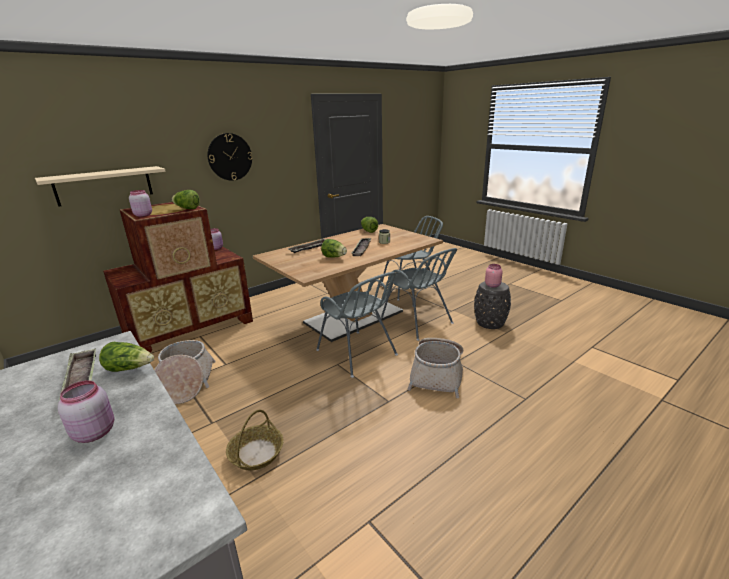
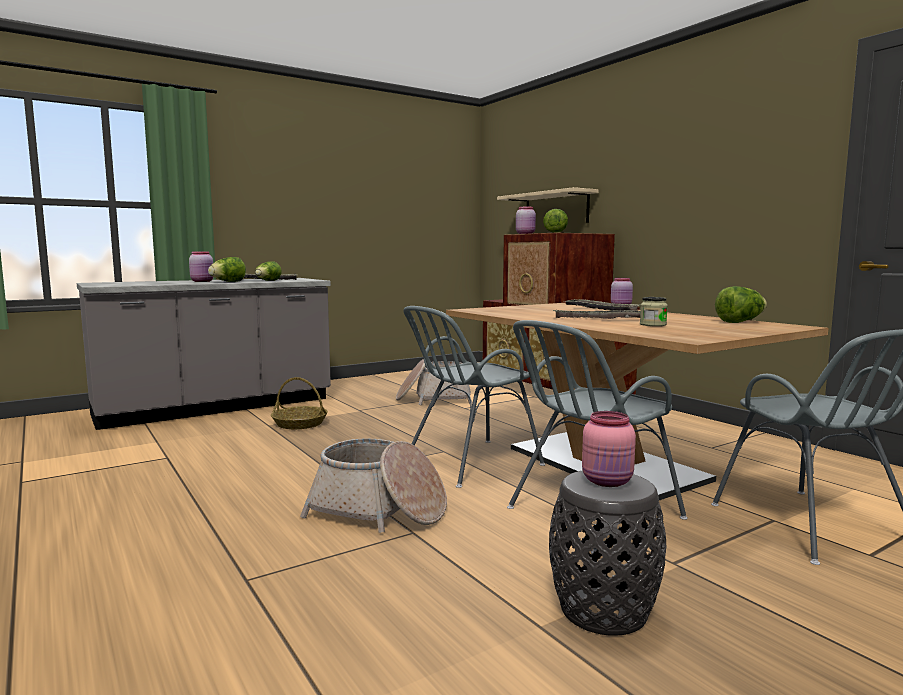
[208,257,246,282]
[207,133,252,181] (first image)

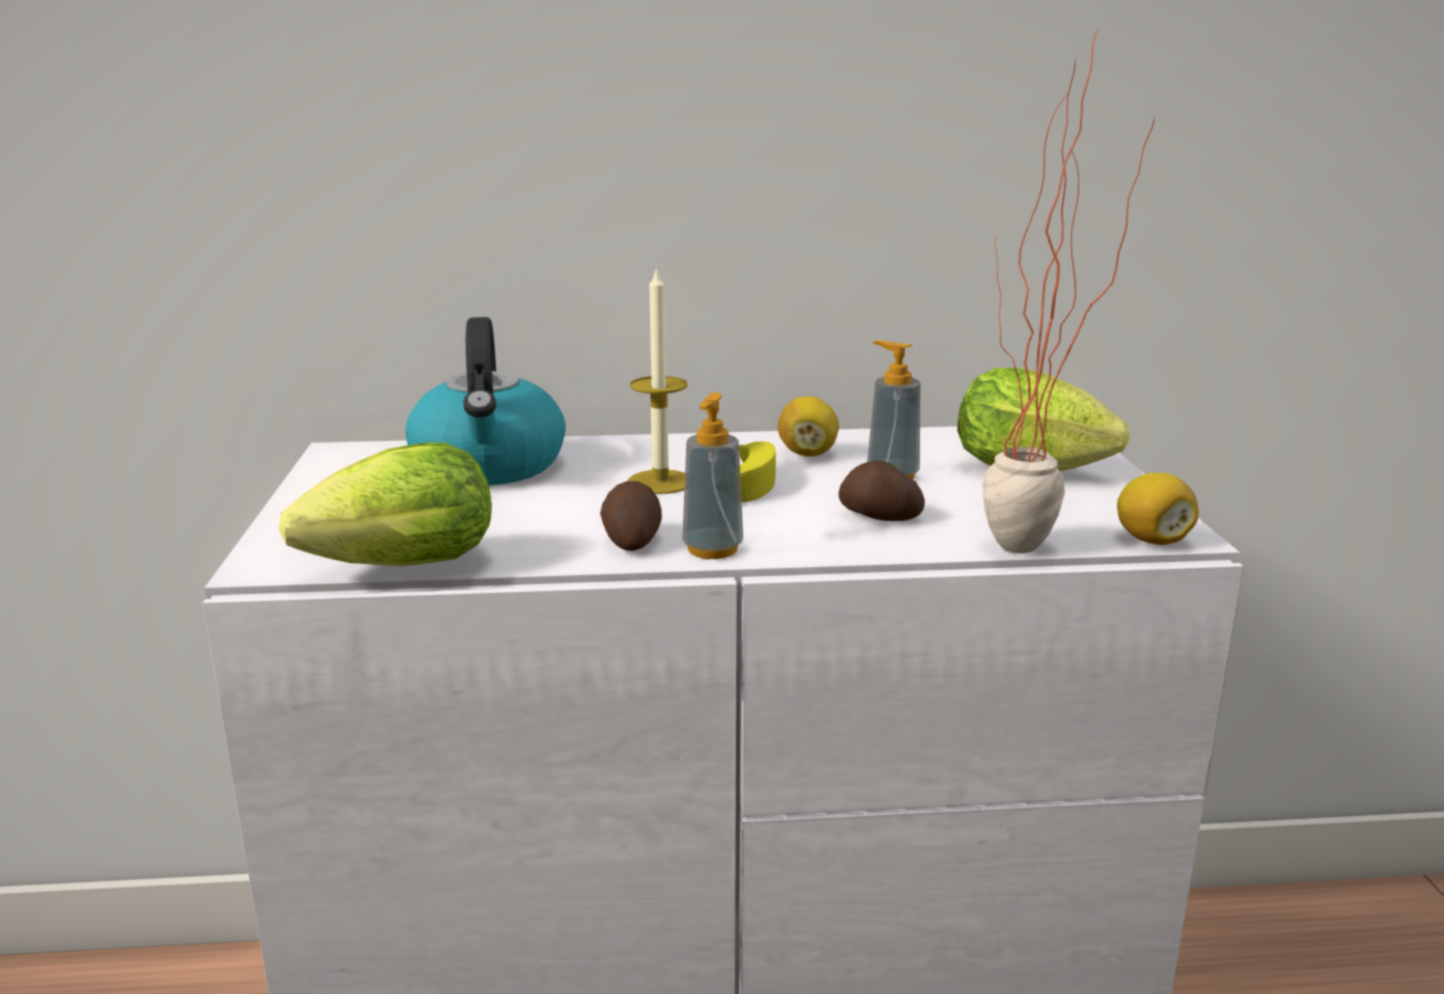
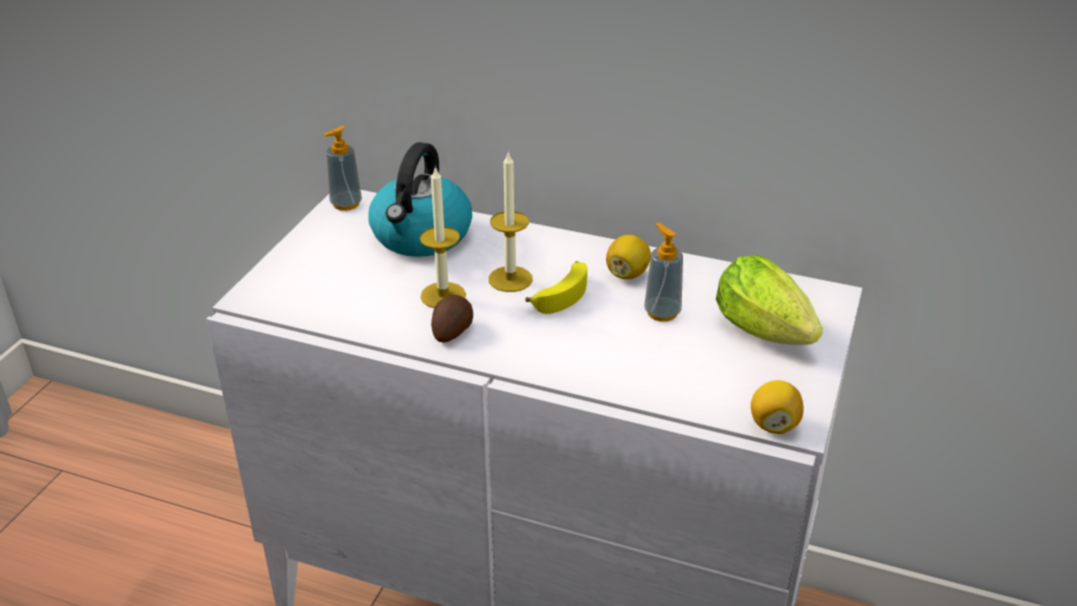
[324,126,362,211]
[420,166,466,308]
[279,443,492,566] (first image)
[838,460,925,521] (first image)
[983,29,1155,553] (first image)

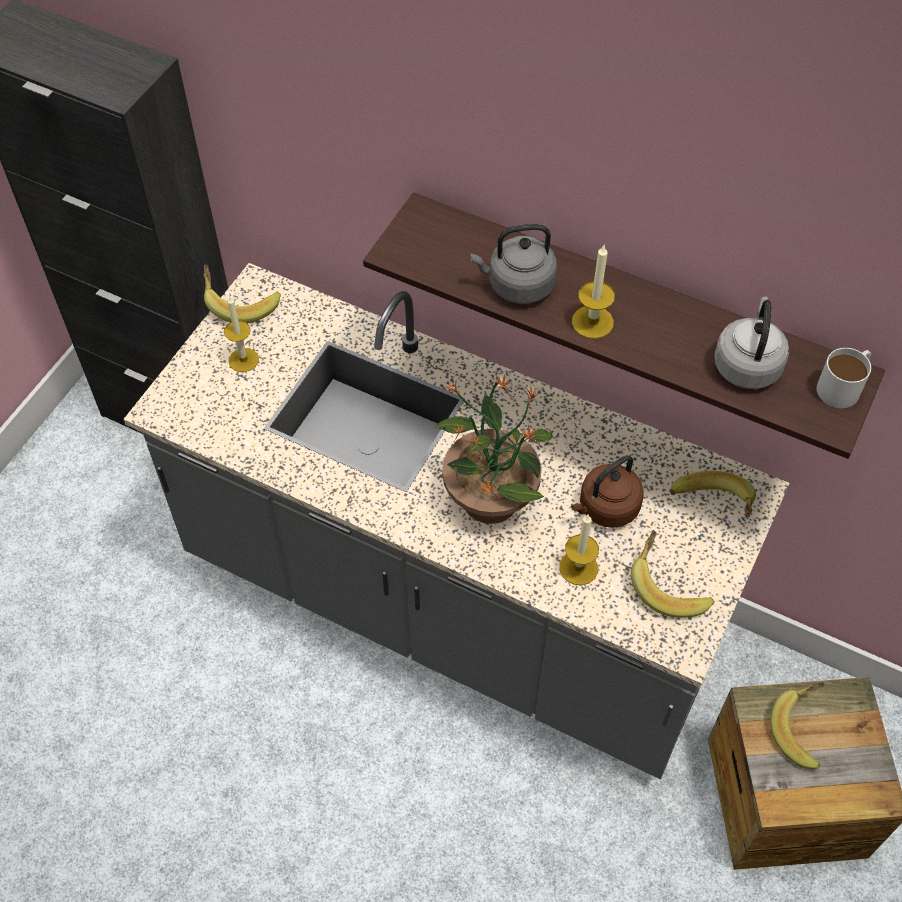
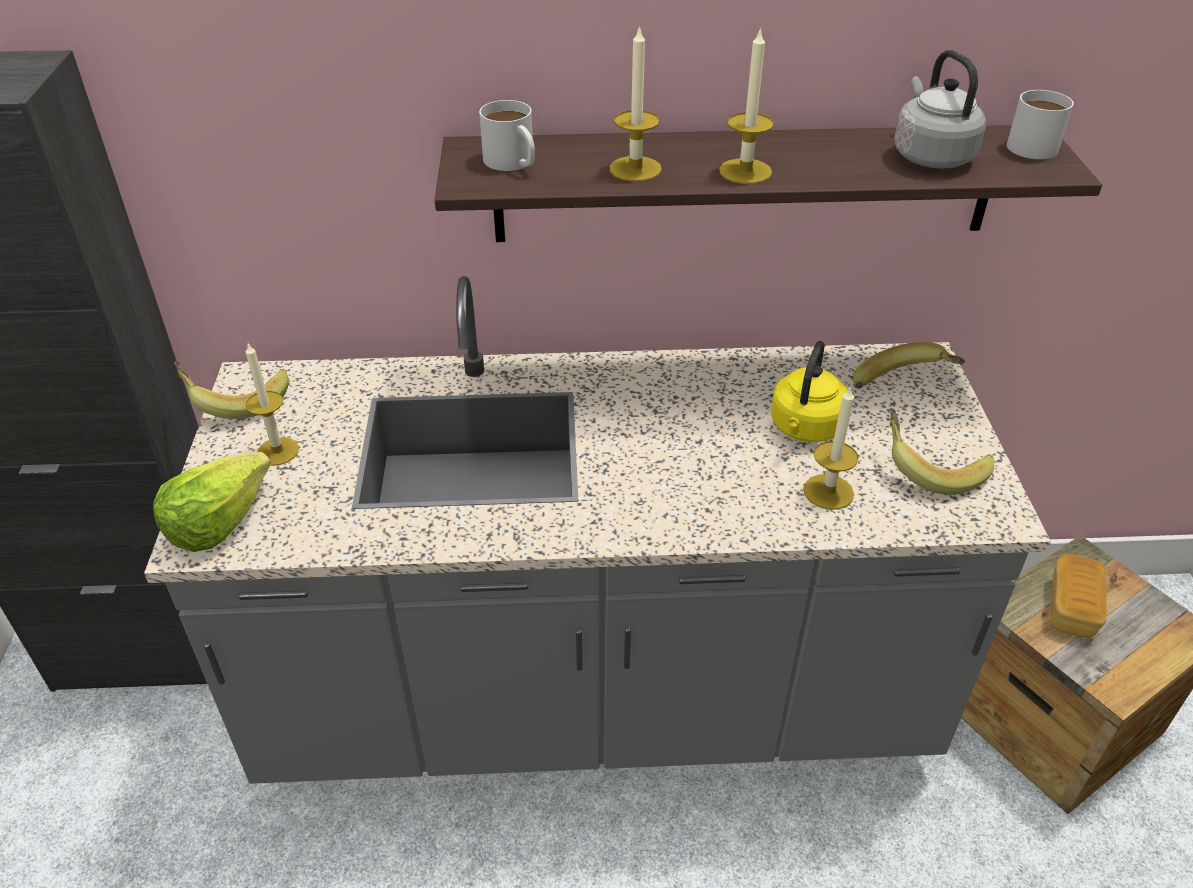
[153,452,271,552]
[479,100,535,171]
[610,25,662,181]
[771,341,848,442]
[1051,554,1107,638]
[434,375,553,524] (first image)

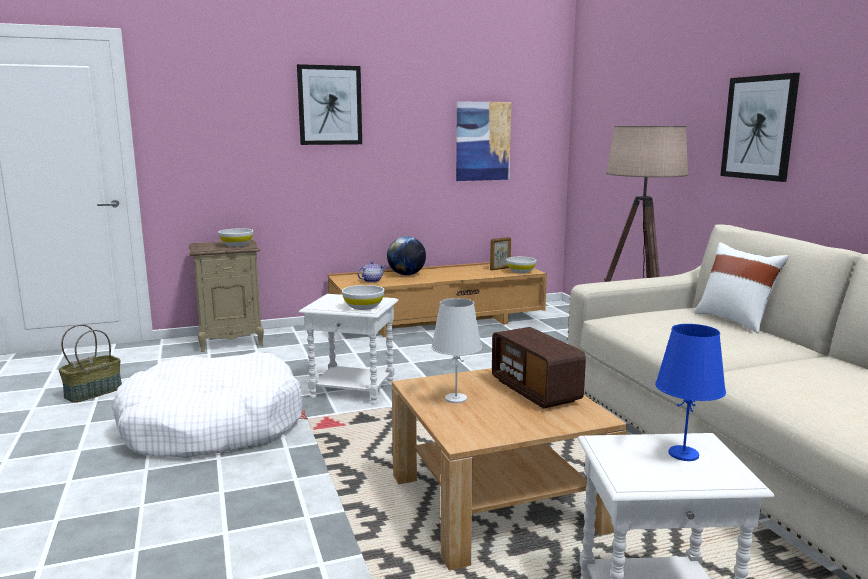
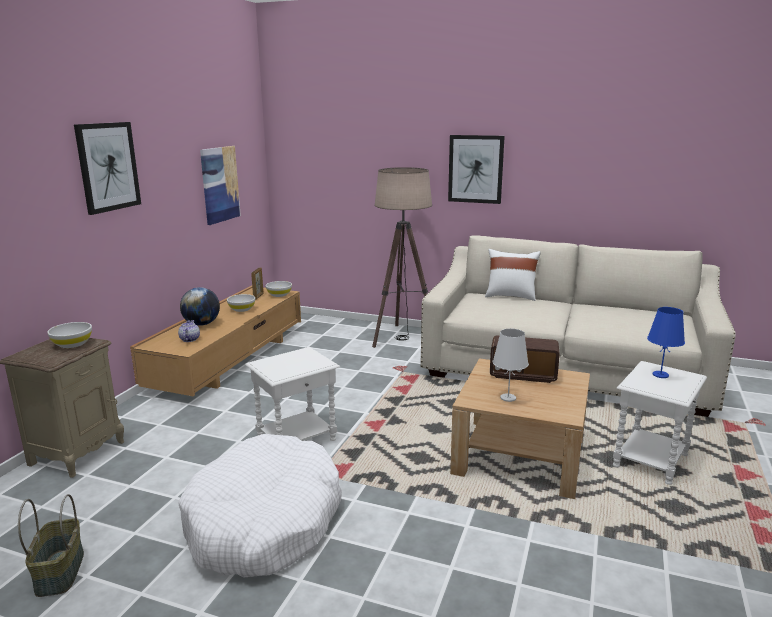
[227,294,255,312]

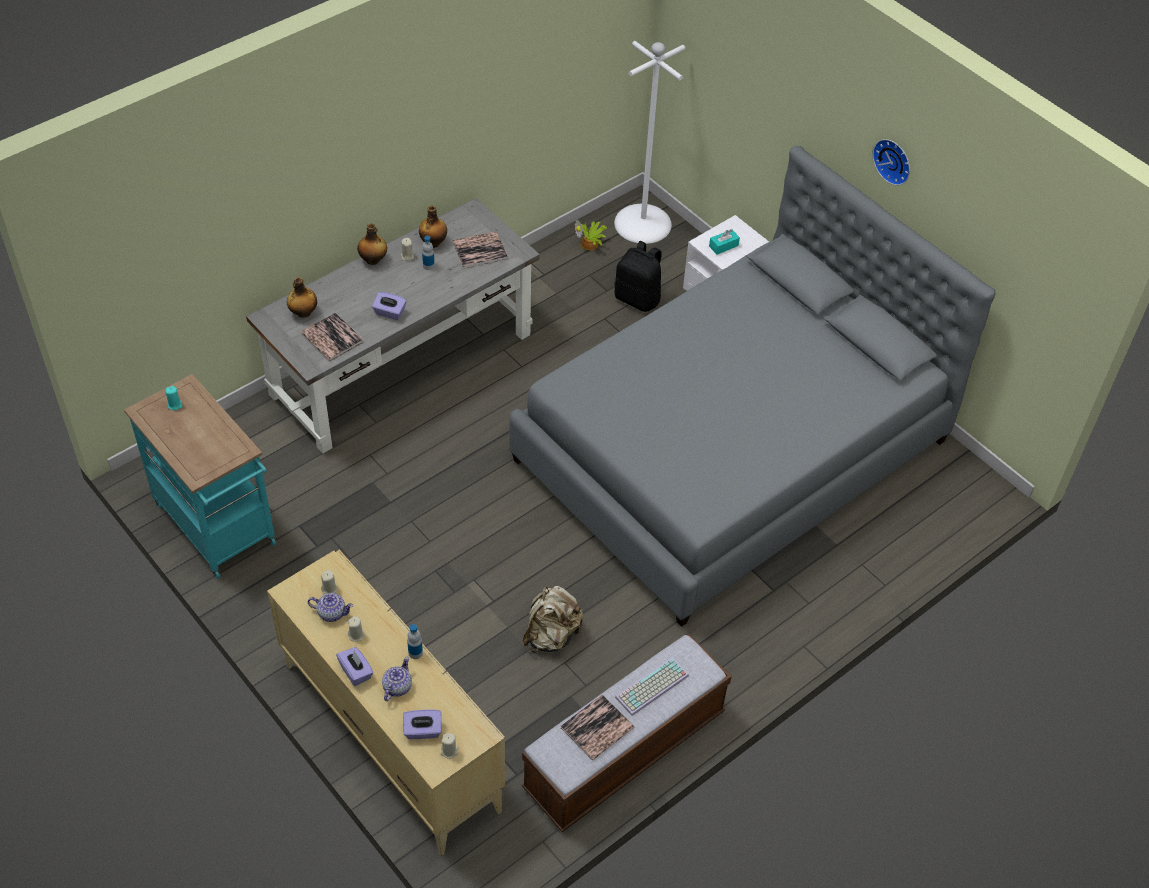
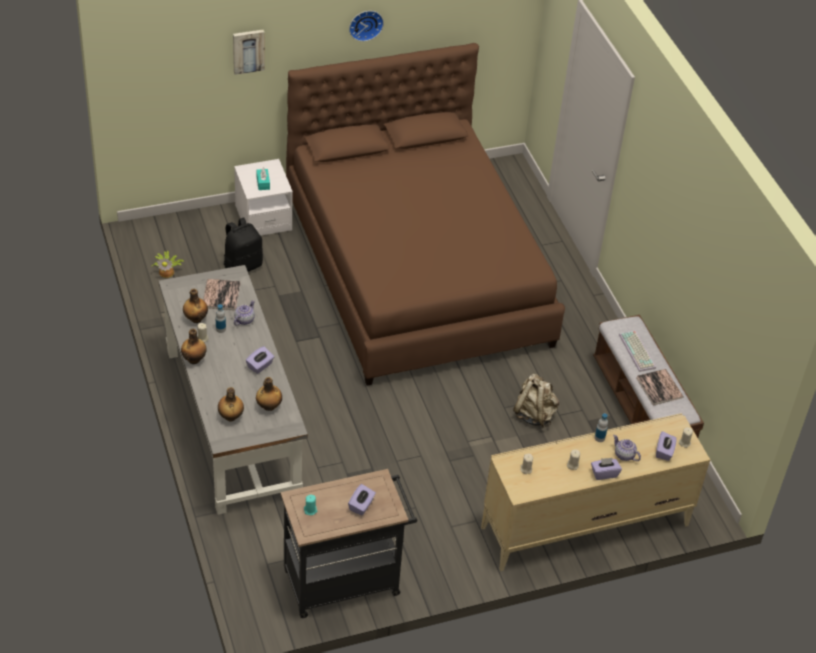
[233,30,265,75]
[234,300,255,326]
[256,377,282,411]
[281,469,417,618]
[286,43,565,386]
[348,484,376,515]
[614,41,685,244] (first image)

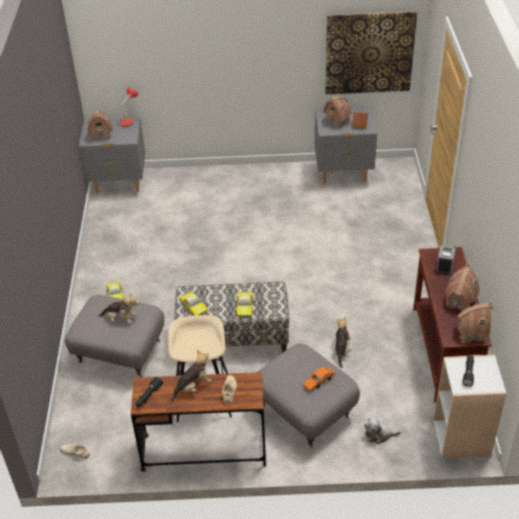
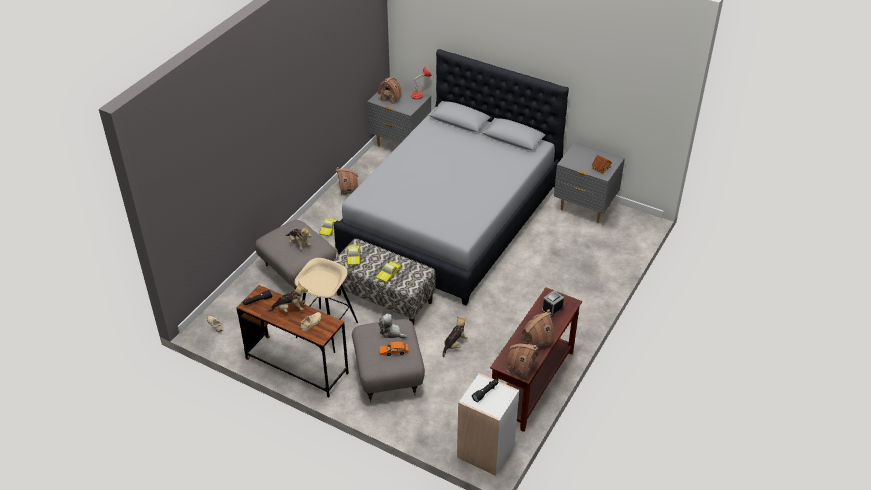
[334,49,569,305]
[336,167,358,196]
[379,314,407,339]
[325,11,417,94] (first image)

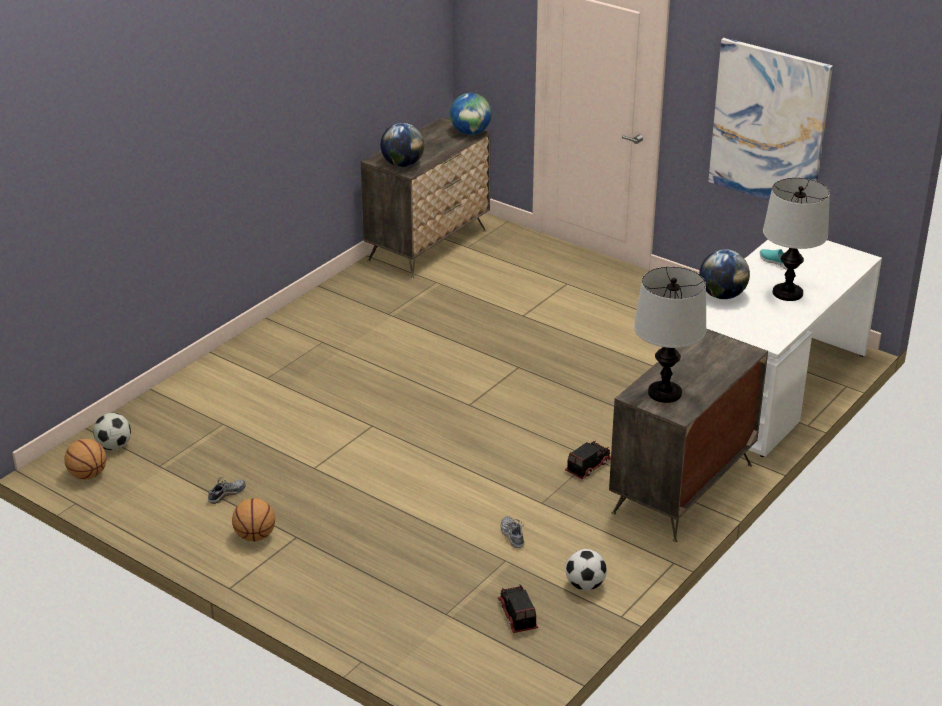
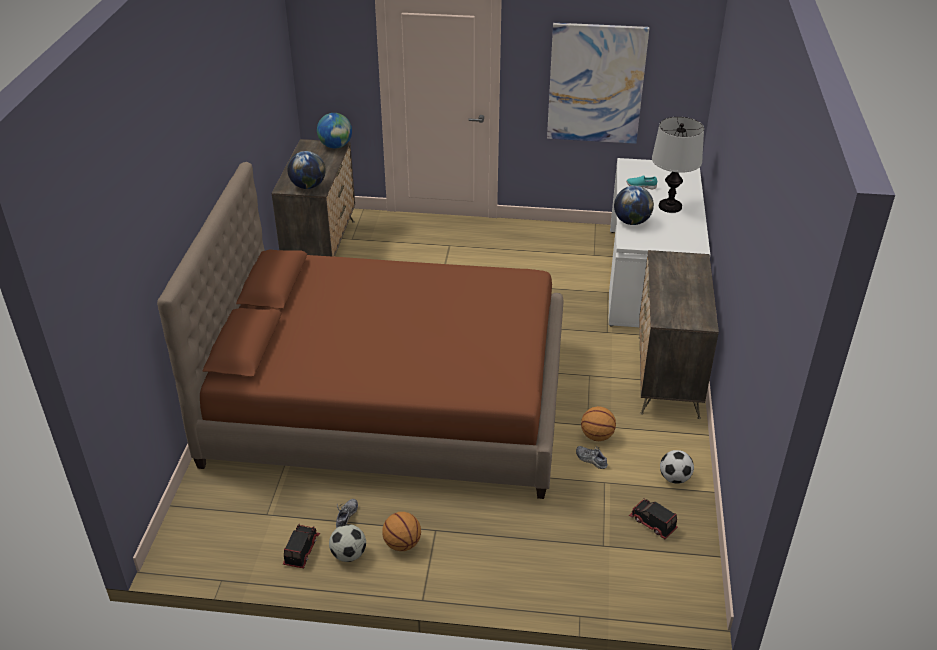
[157,162,564,499]
[283,524,320,568]
[329,524,366,562]
[581,406,616,441]
[634,267,707,403] (first image)

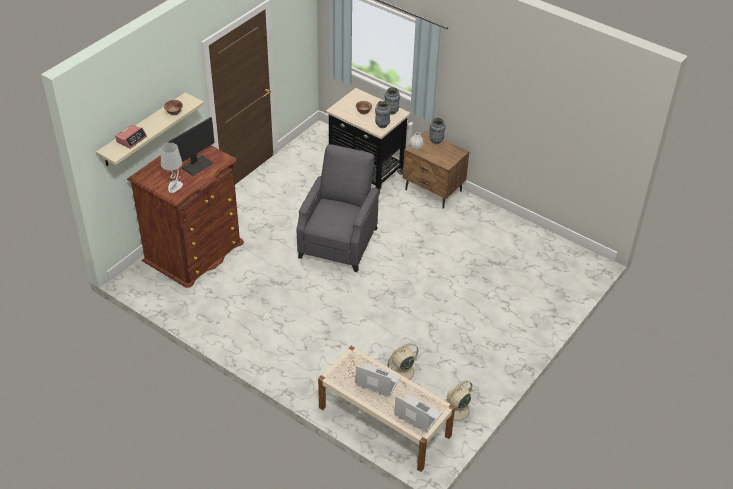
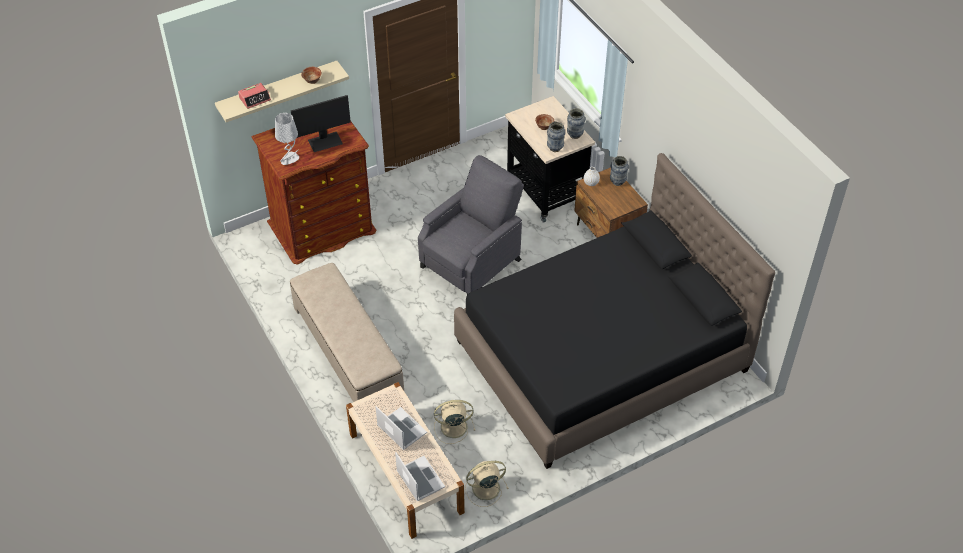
[290,263,404,414]
[454,153,775,469]

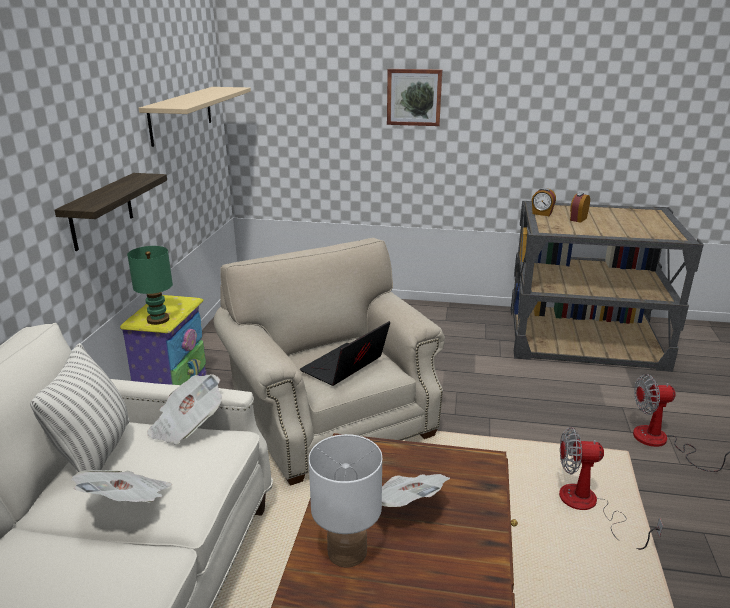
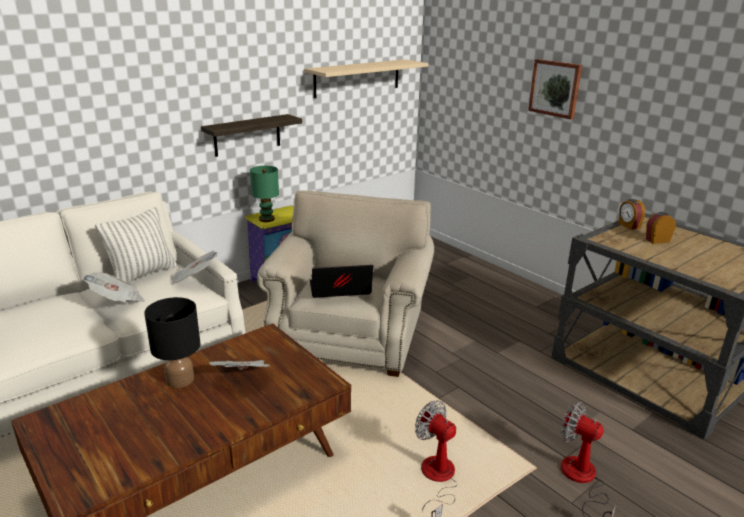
[144,297,200,388]

